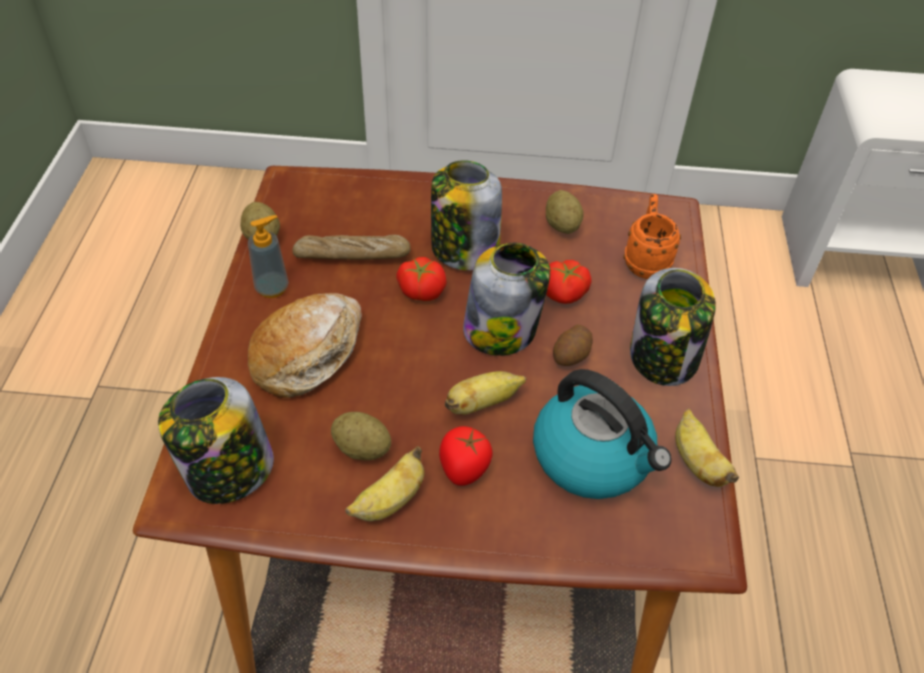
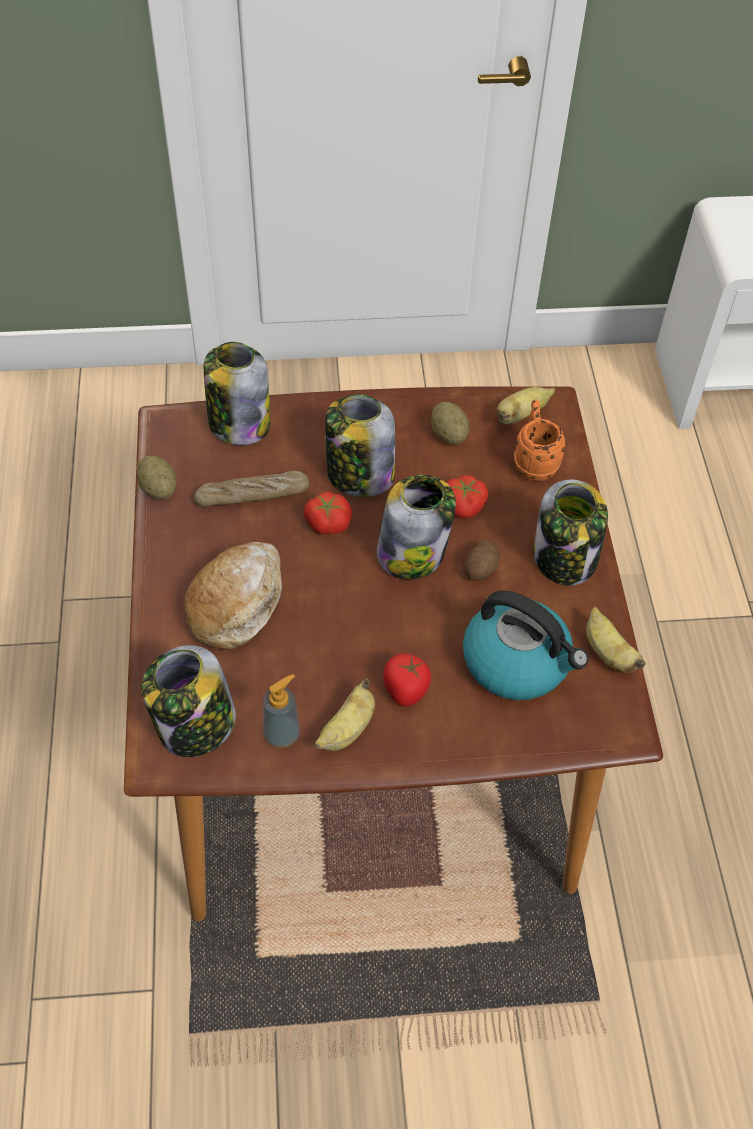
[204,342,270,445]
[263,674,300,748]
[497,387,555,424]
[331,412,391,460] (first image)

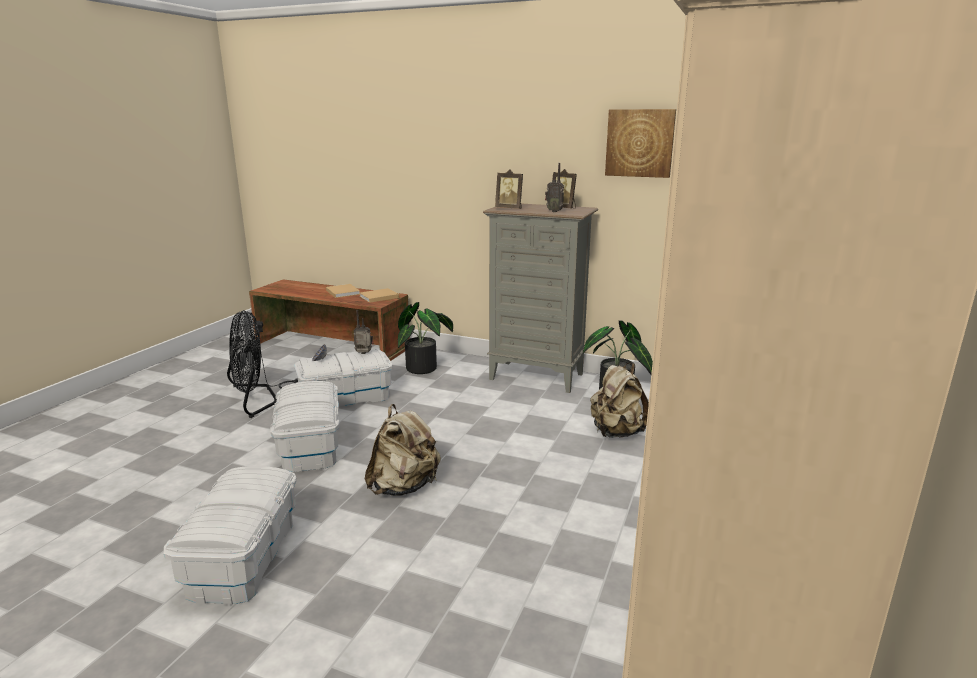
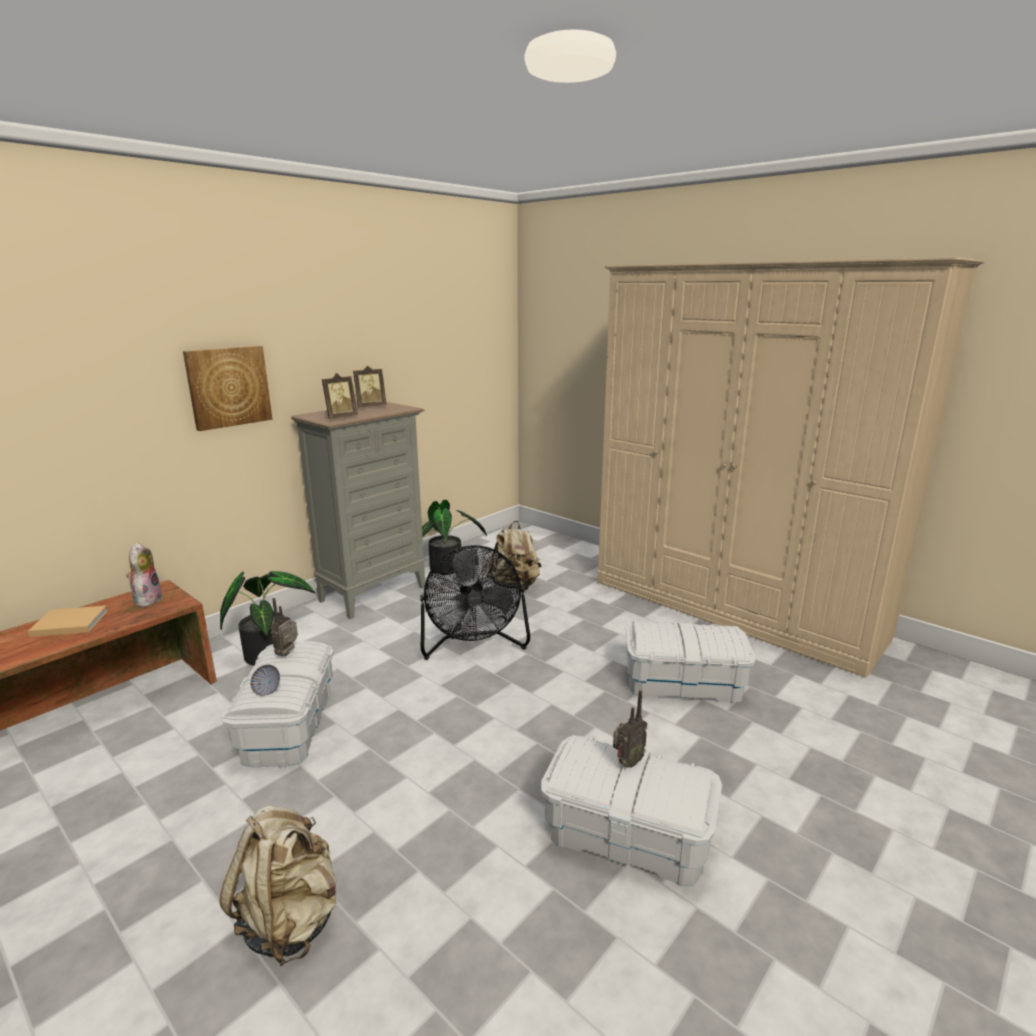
[126,543,163,607]
[183,346,272,431]
[220,805,337,966]
[420,545,530,660]
[613,690,647,768]
[626,621,756,703]

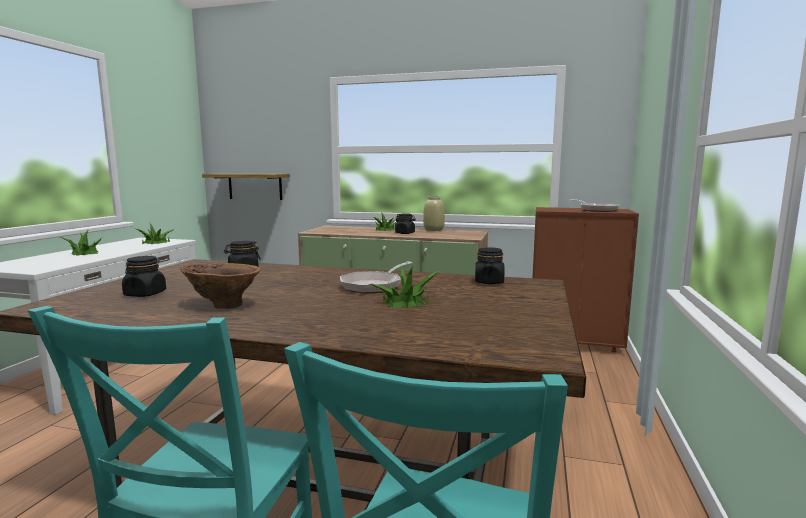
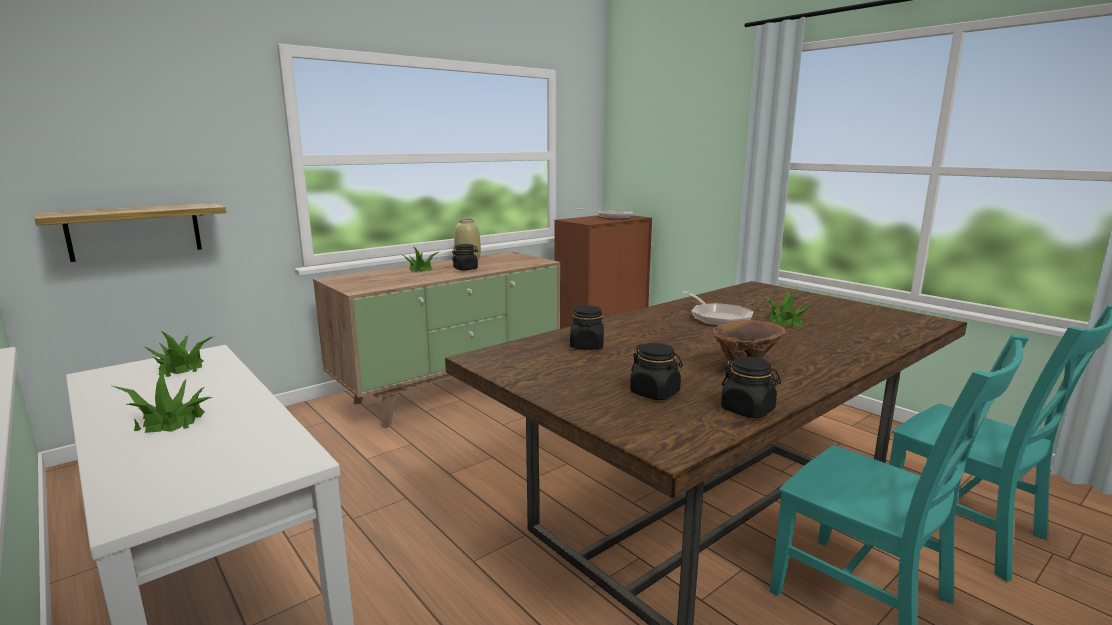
[721,357,781,418]

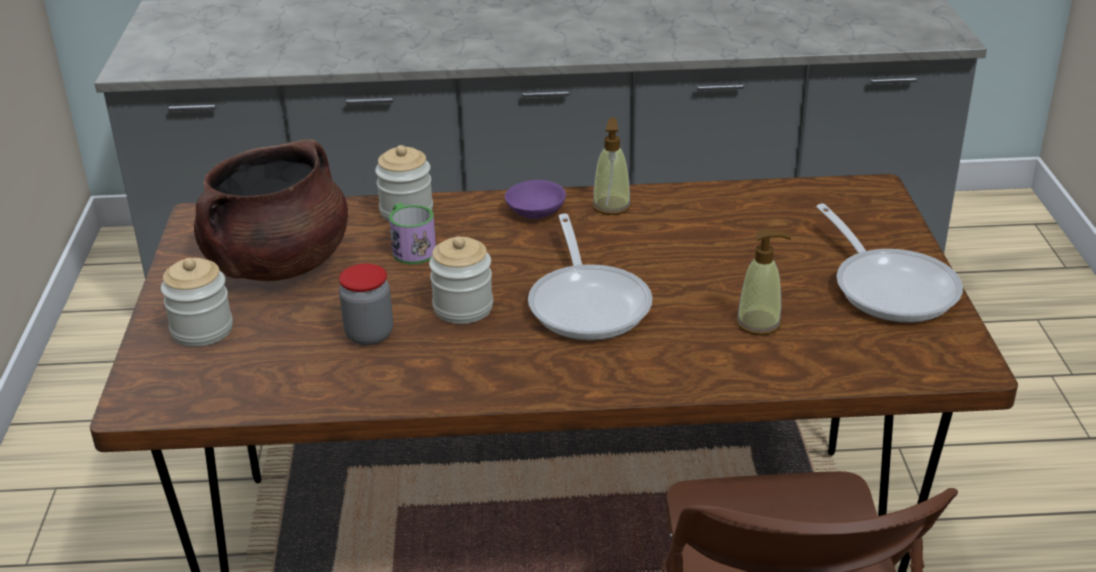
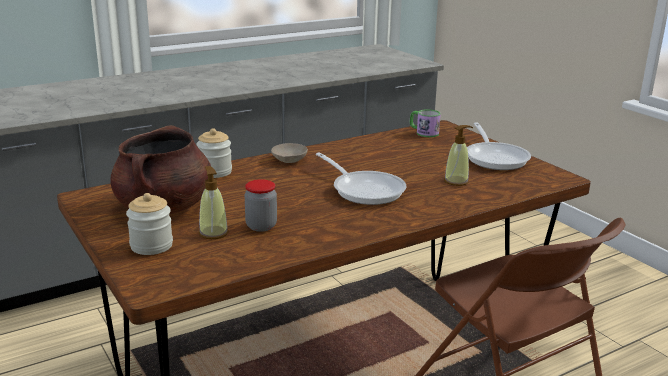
[199,166,228,239]
[271,143,308,163]
[410,109,441,137]
[467,122,531,170]
[429,236,493,324] (first image)

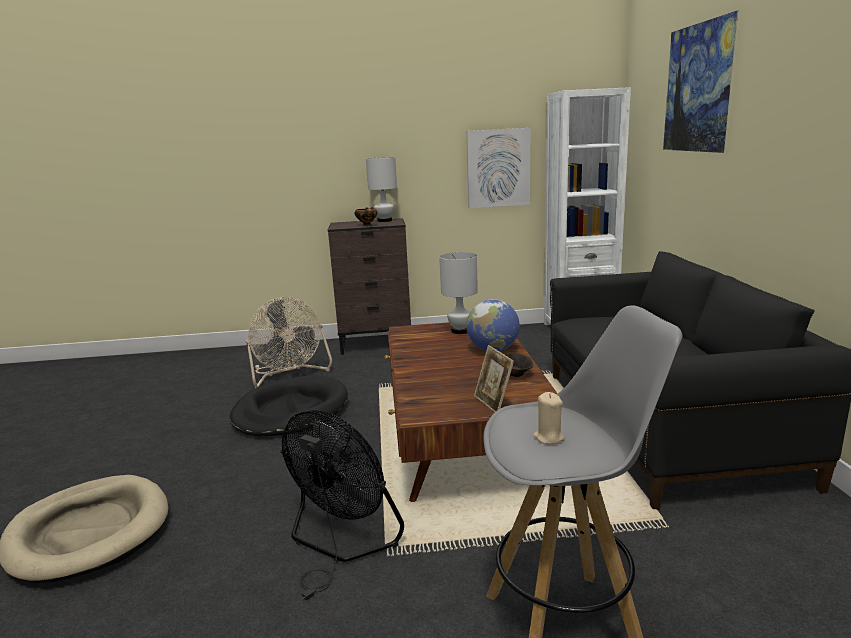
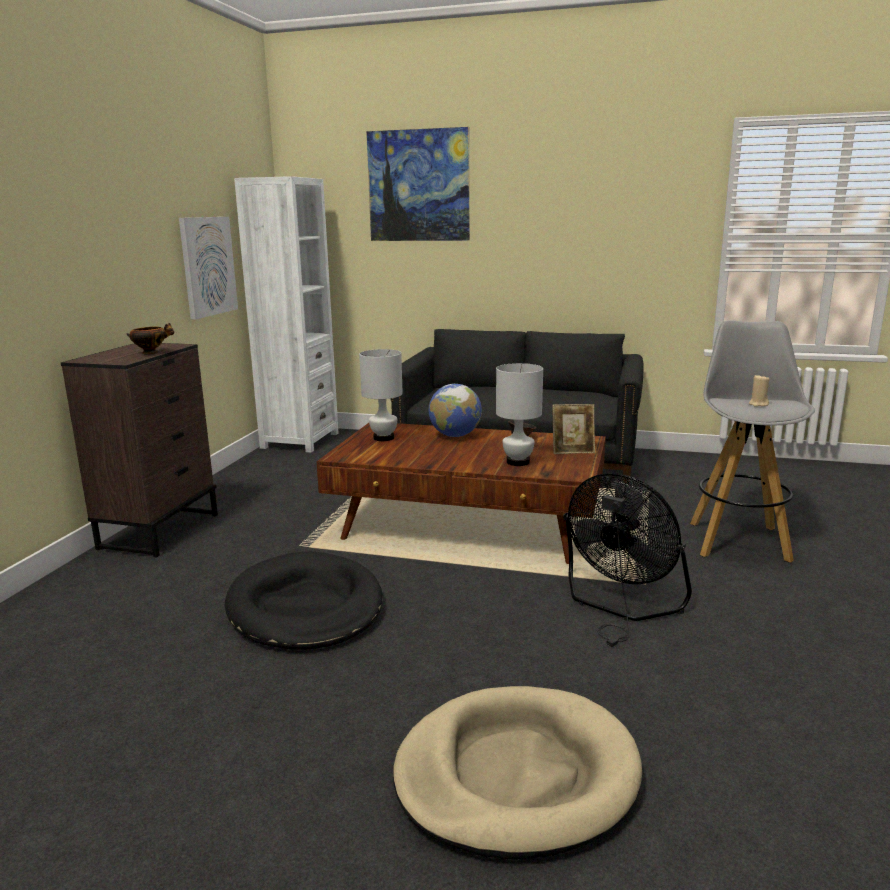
[496,363,543,466]
[563,473,692,647]
[246,296,332,388] (first image)

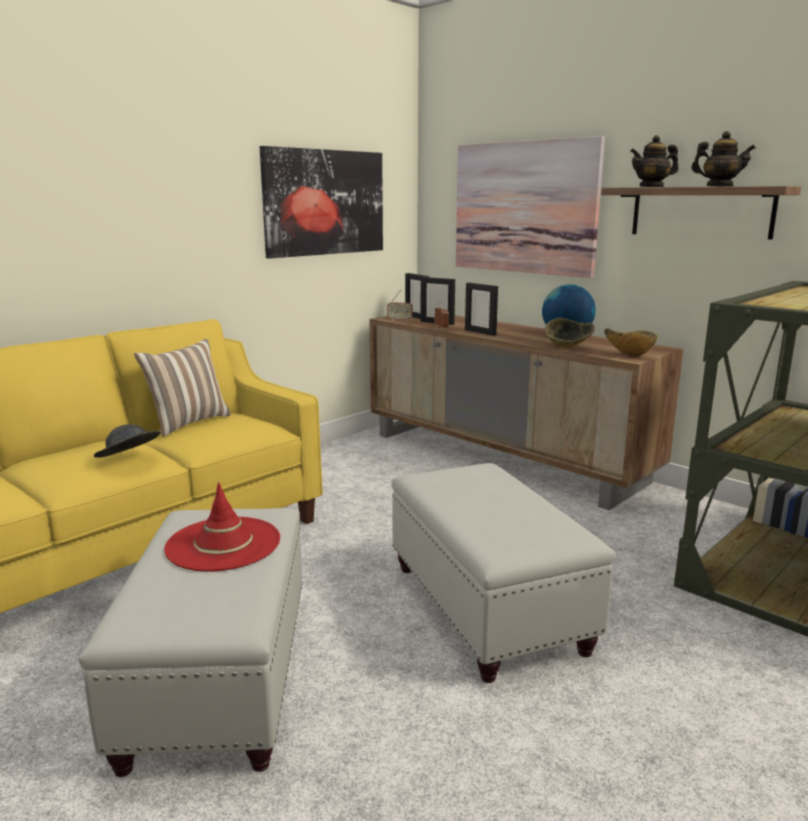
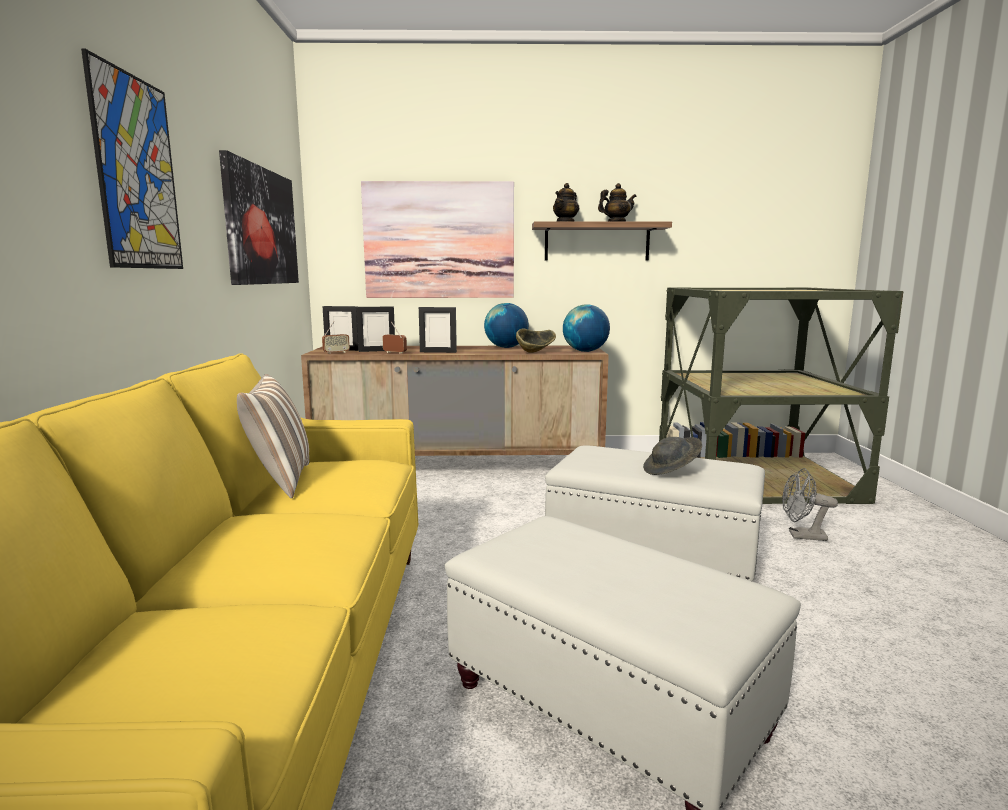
[81,48,183,269]
[563,304,610,352]
[643,437,702,475]
[782,468,838,541]
[164,482,280,572] (first image)

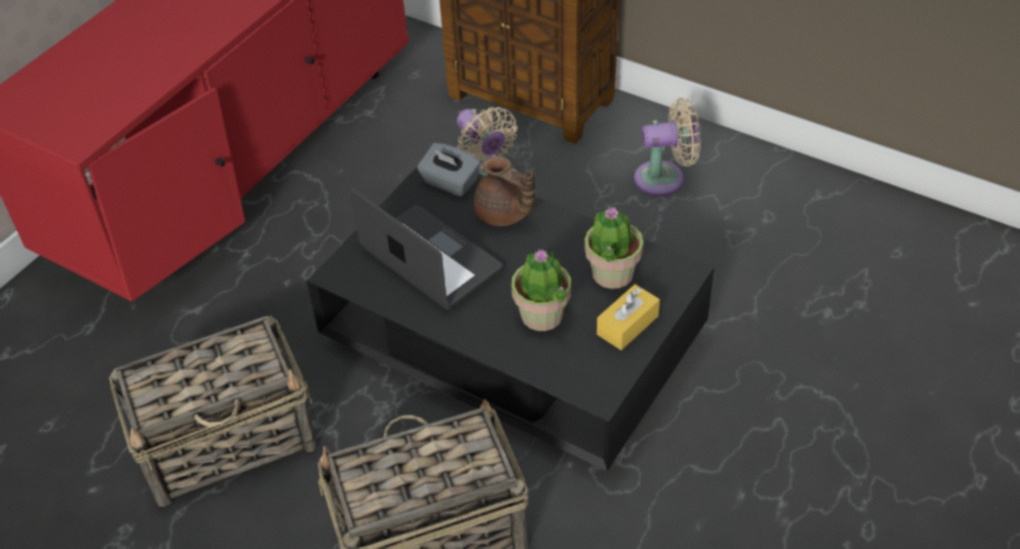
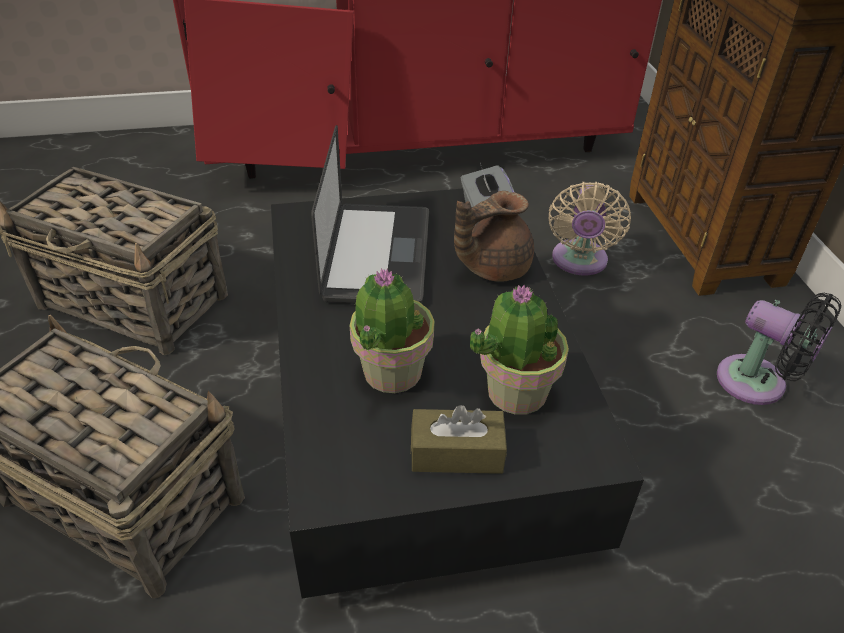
[411,405,507,474]
[454,191,534,282]
[717,293,841,405]

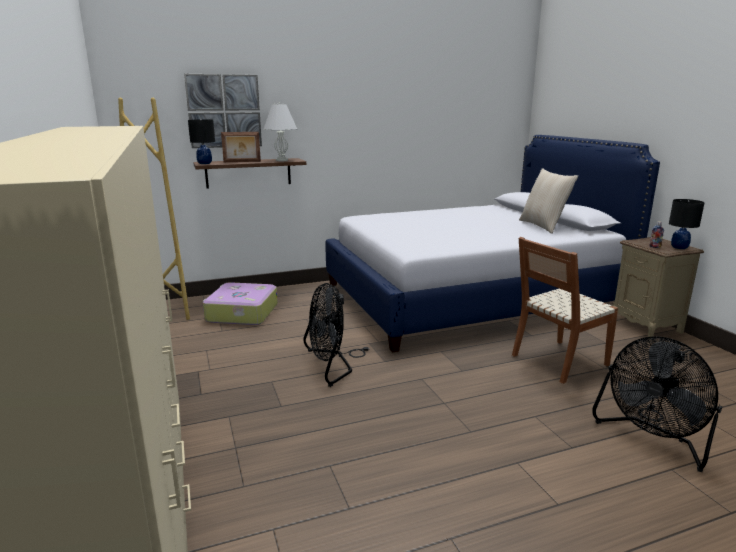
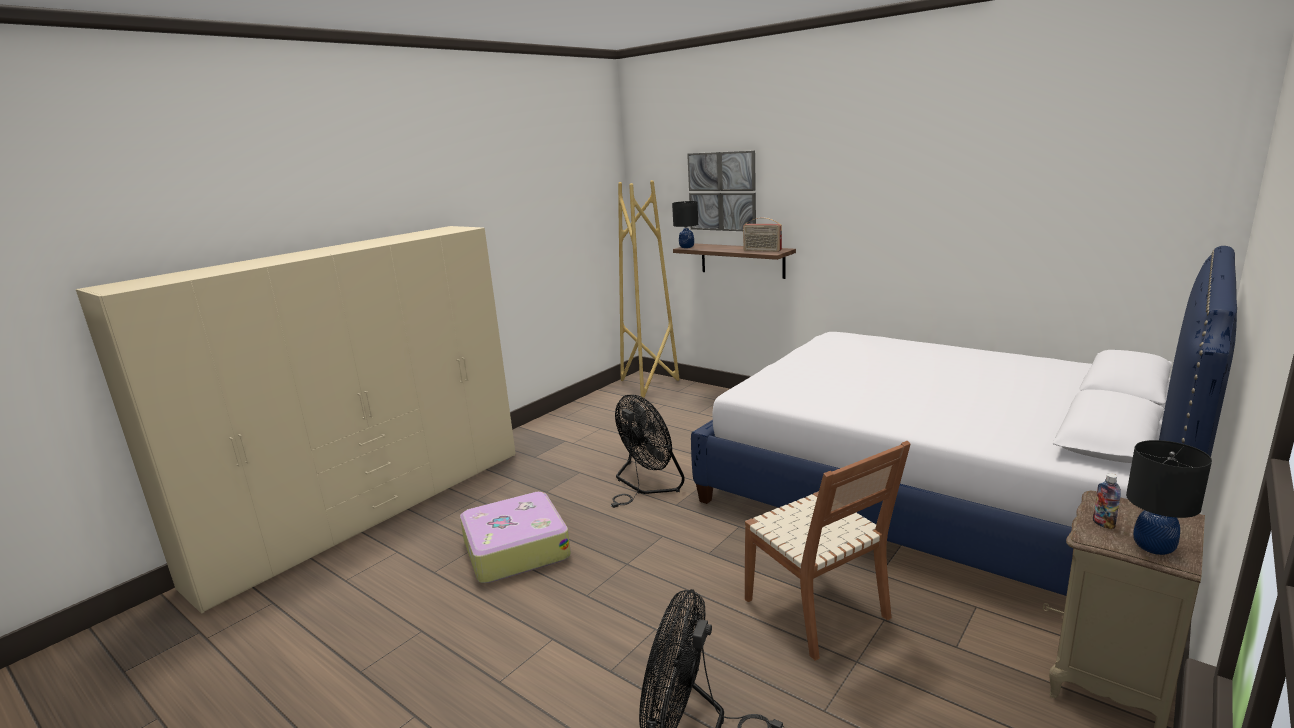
[460,492,571,583]
[611,395,685,508]
[743,218,782,252]
[745,441,911,661]
[221,132,261,162] (first image)
[519,168,578,234] (first image)

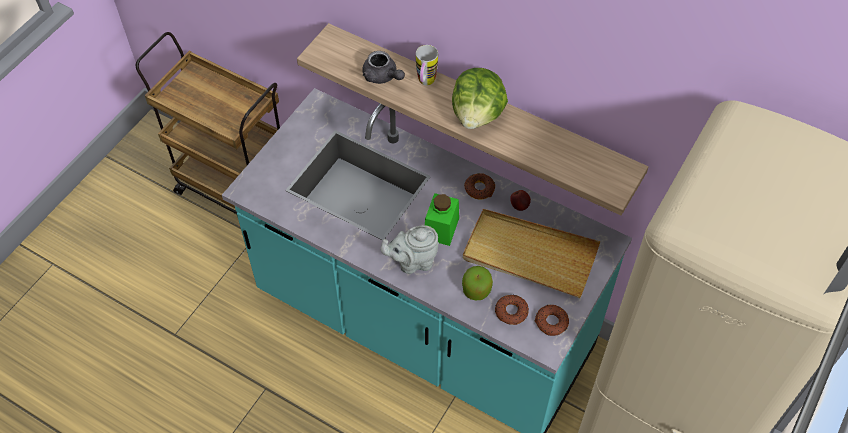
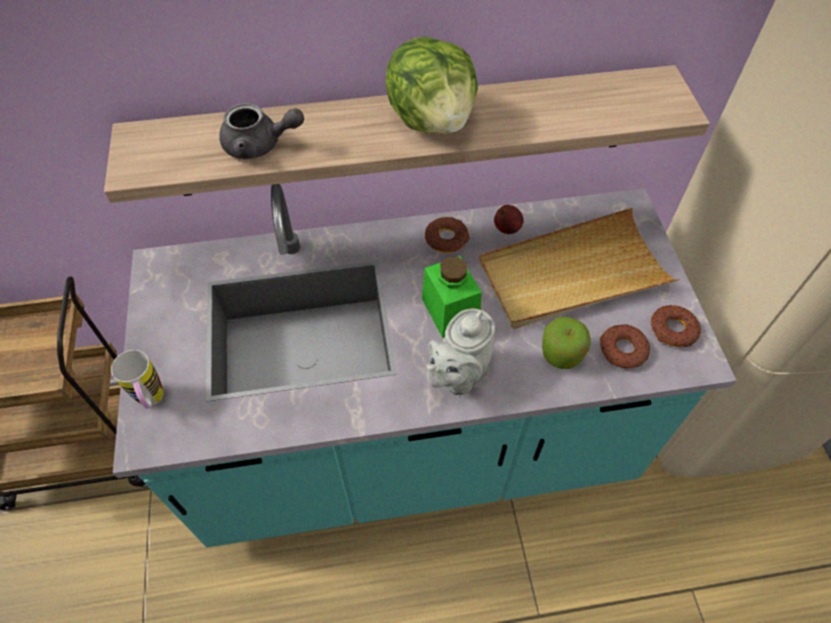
[111,350,164,409]

